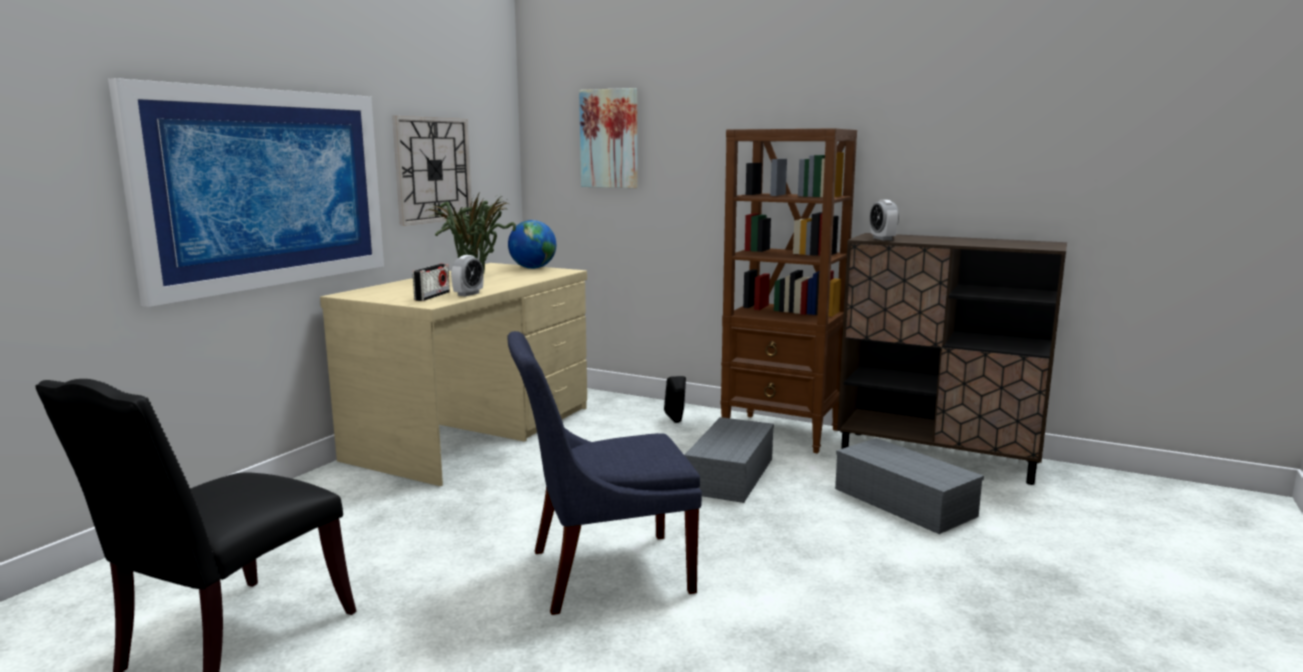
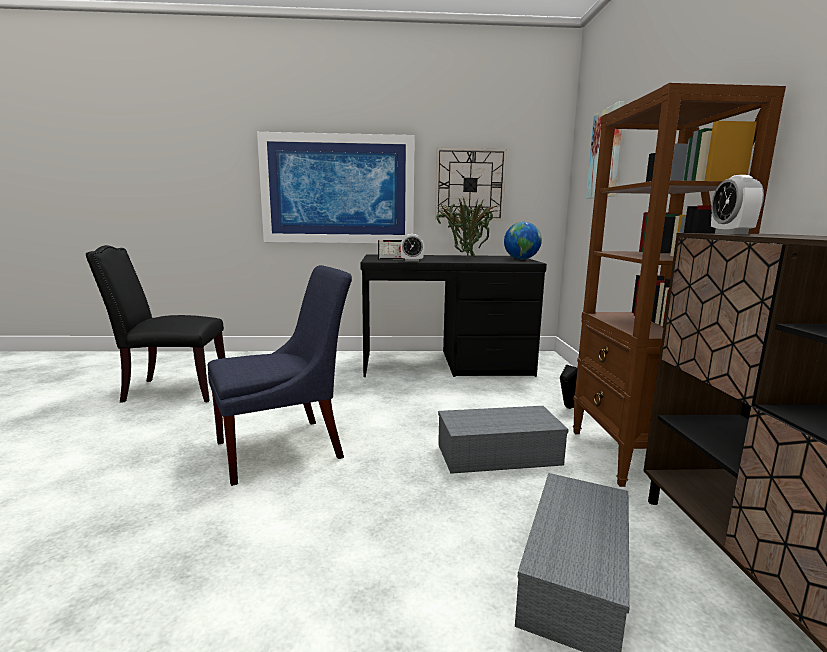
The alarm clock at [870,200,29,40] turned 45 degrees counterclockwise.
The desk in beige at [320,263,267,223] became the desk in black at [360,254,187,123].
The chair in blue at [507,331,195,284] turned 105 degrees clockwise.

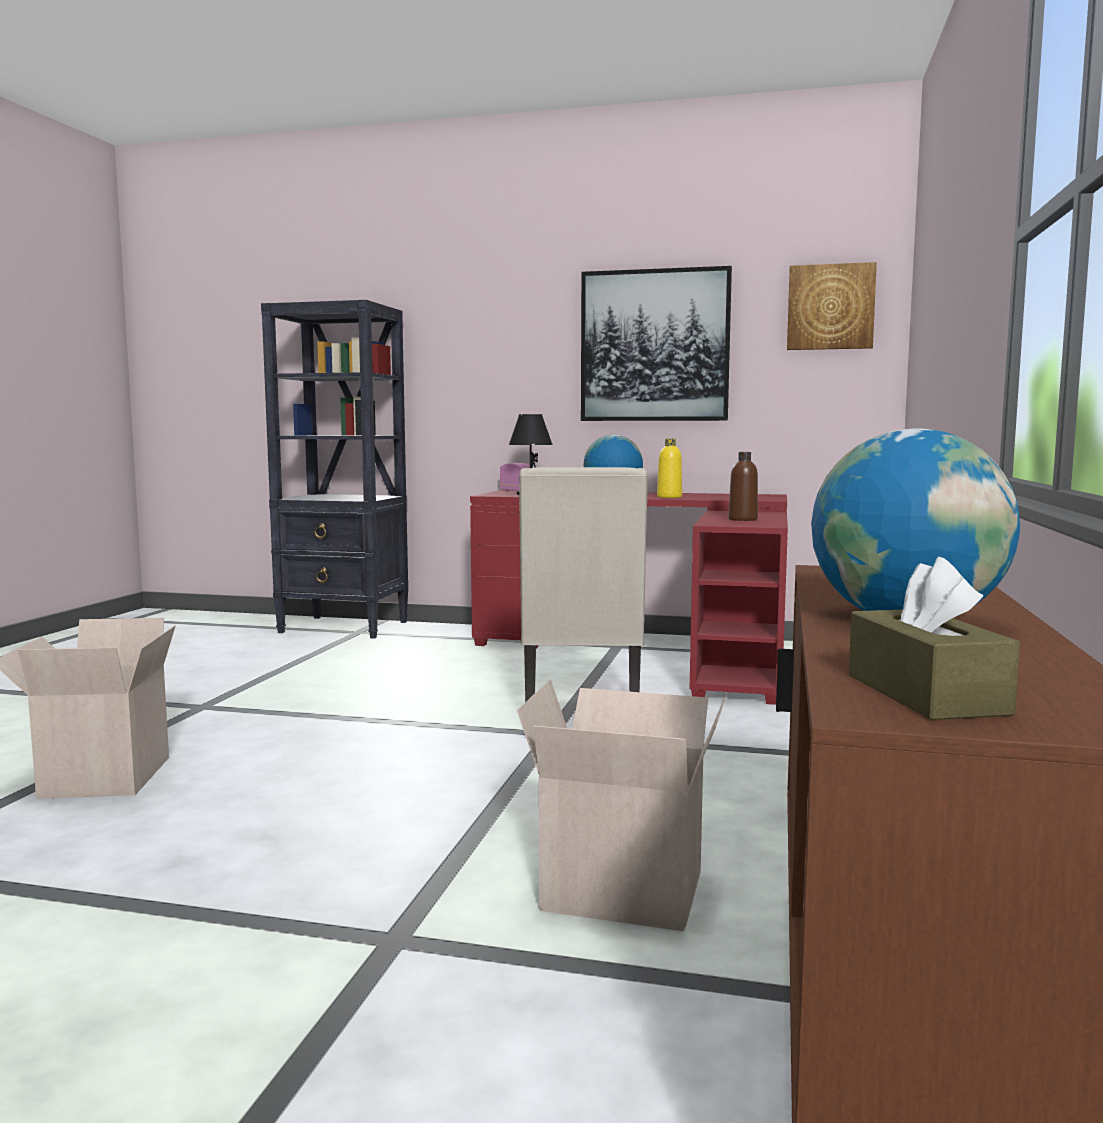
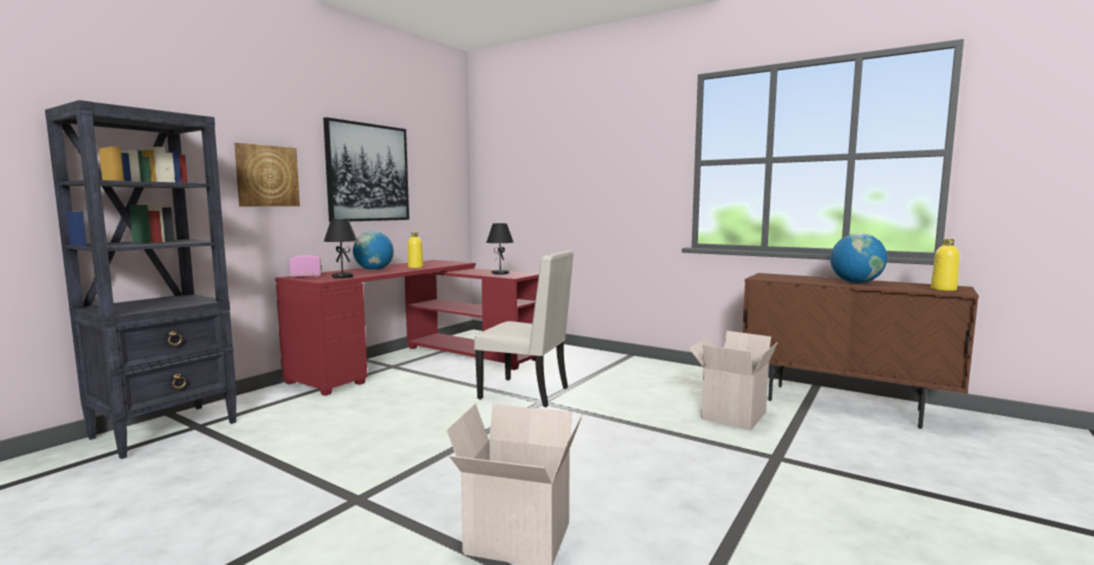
The picture moved from [787,262,90,88] to [234,143,66,63].
The bottle in brown at [728,452,30,69] was replaced by the table lamp in black at [486,223,28,51].
The tissue box in brown at [849,557,171,163] was replaced by the bottle in yellow at [931,239,28,52].

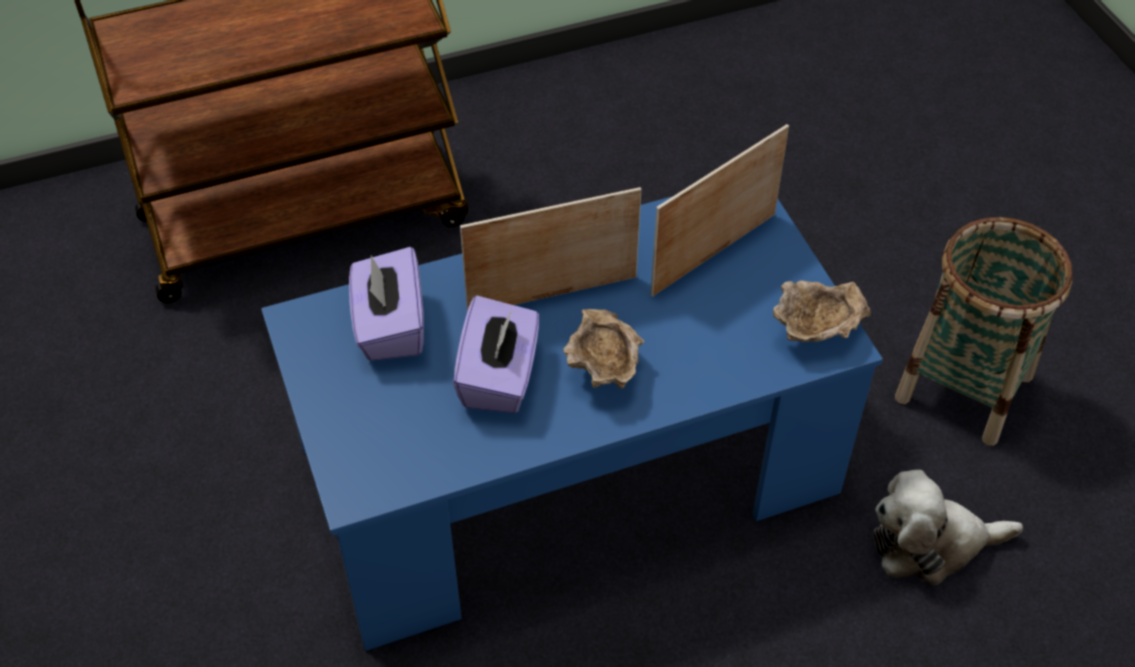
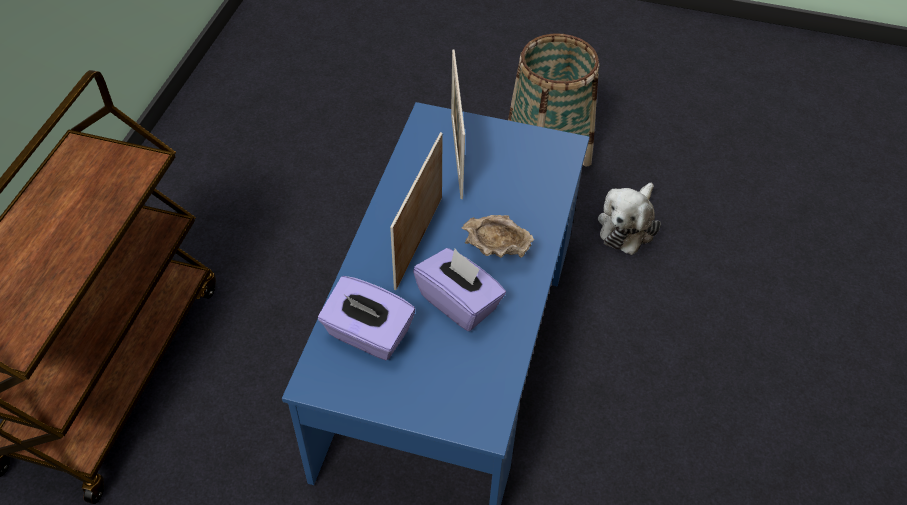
The bowl in beige at [773,280,98,62] disappeared.

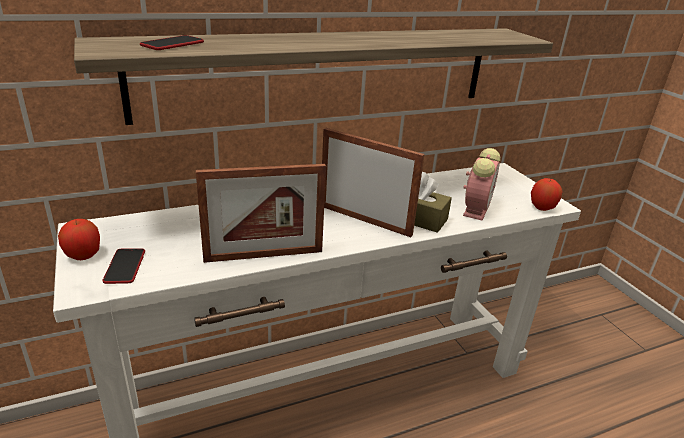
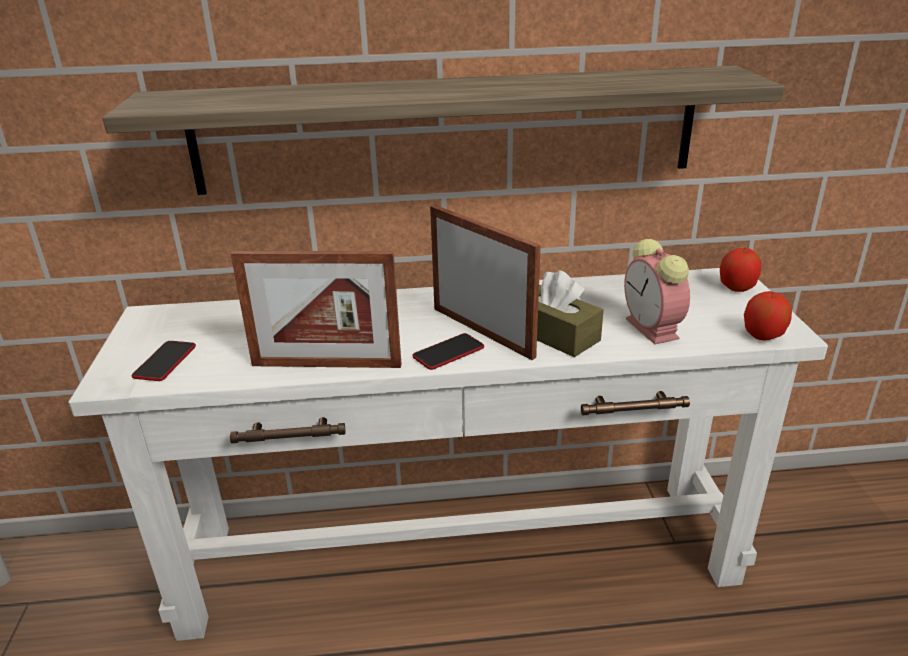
The phone moved from [140,35,64,15] to [412,333,72,37].
The alarm clock at [463,148,37,73] turned 120 degrees clockwise.
The apple moved from [58,219,42,41] to [720,248,41,44].

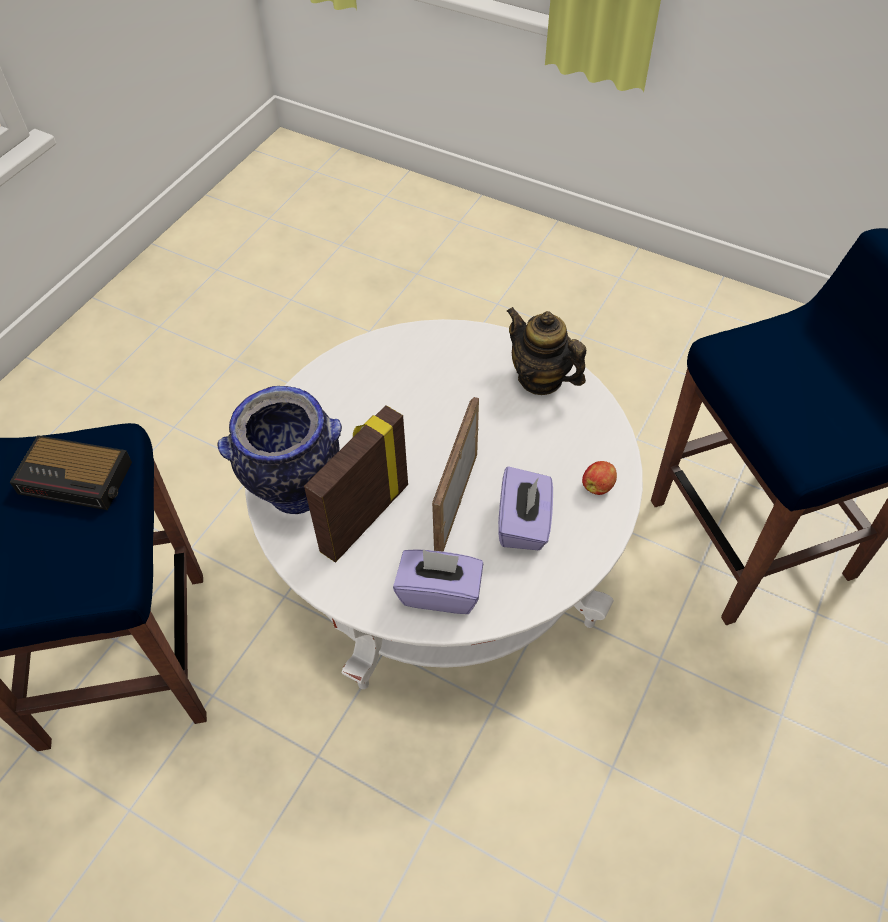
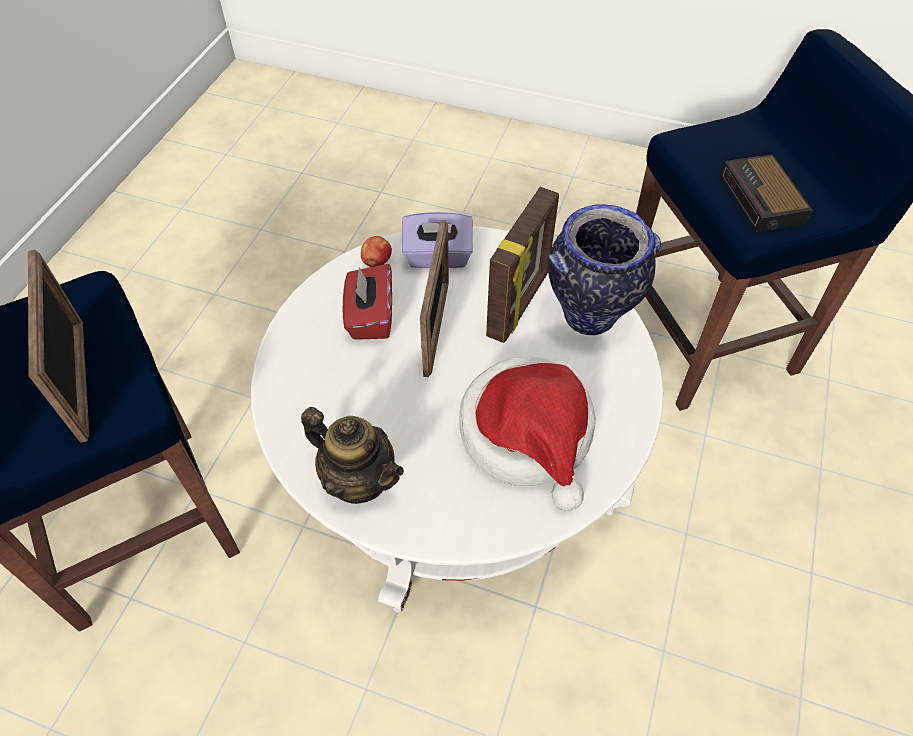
The alarm clock at [10,435,122,75] turned 105 degrees counterclockwise.
The apple moved from [582,461,35,34] to [361,236,31,31].
The tissue box in purple at [498,466,55,84] became the tissue box in red at [343,264,49,76].
The picture frame at [28,249,61,194] appeared.
The hat at [459,357,137,154] appeared.

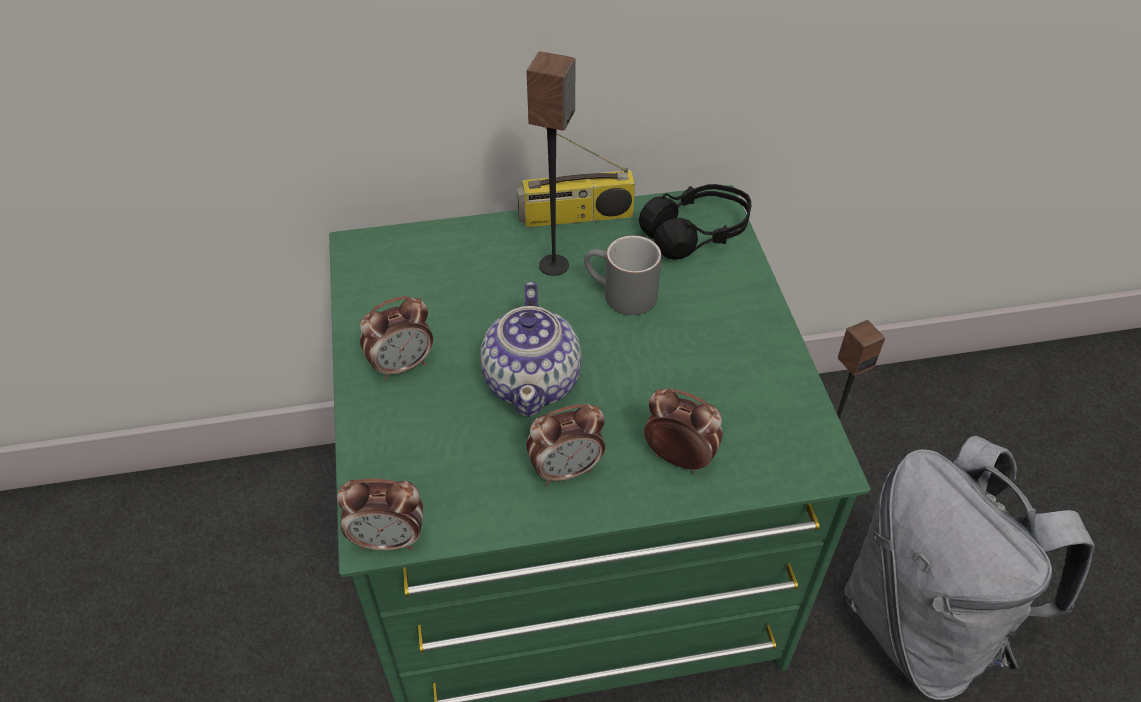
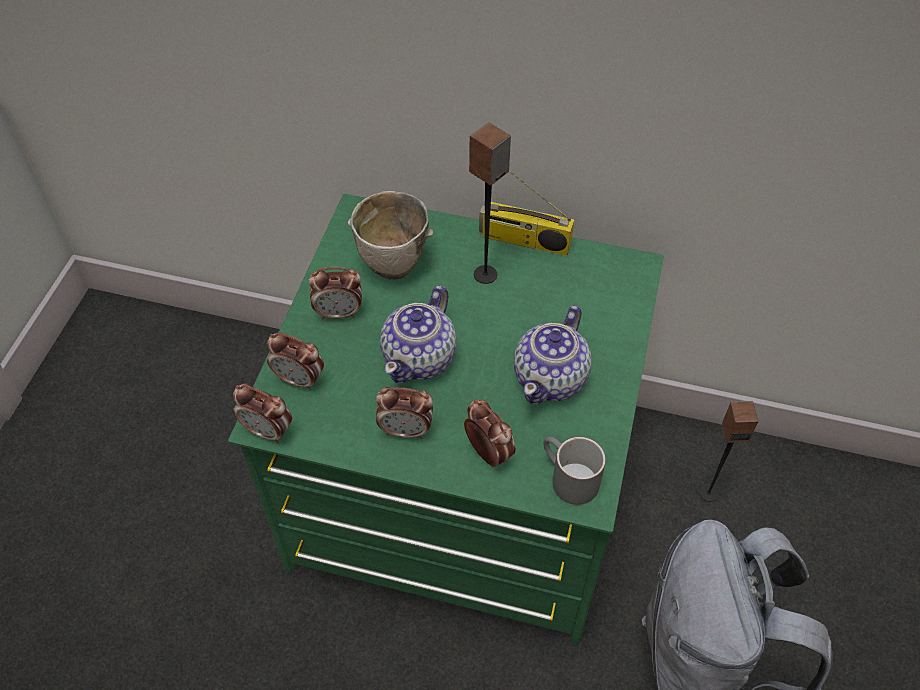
The headphones in black at [639,184,112,76] disappeared.
The mug in grey moved from [584,235,78,80] to [543,437,63,68].
The bowl at [348,191,85,89] appeared.
The teapot at [514,306,78,98] appeared.
The alarm clock at [267,333,57,58] appeared.

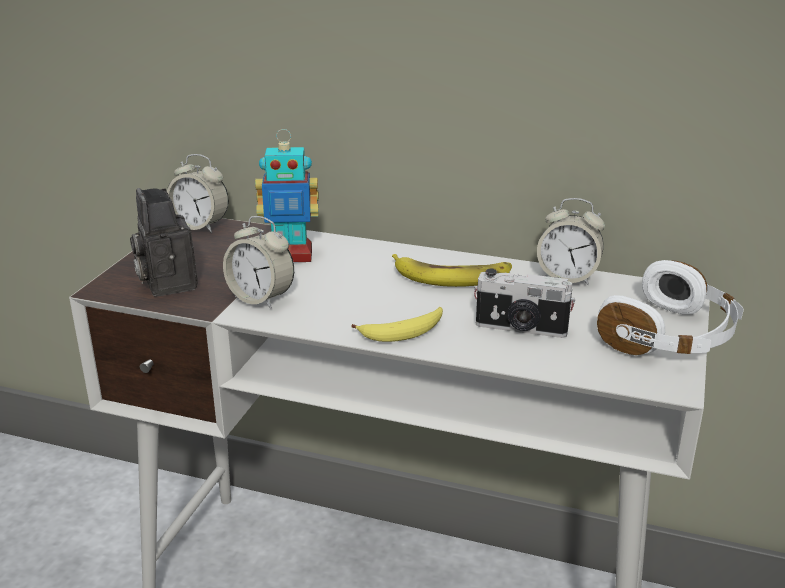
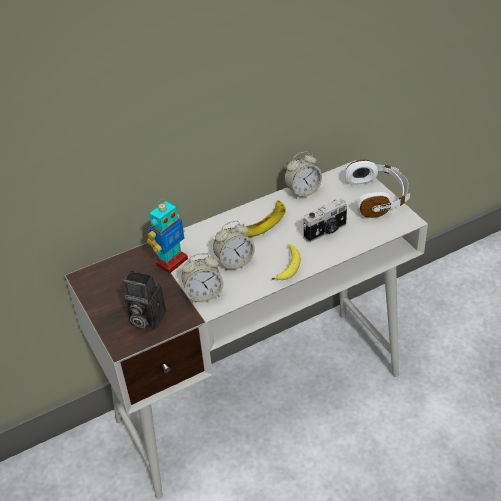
The alarm clock moved from [167,154,62,79] to [213,221,42,50].

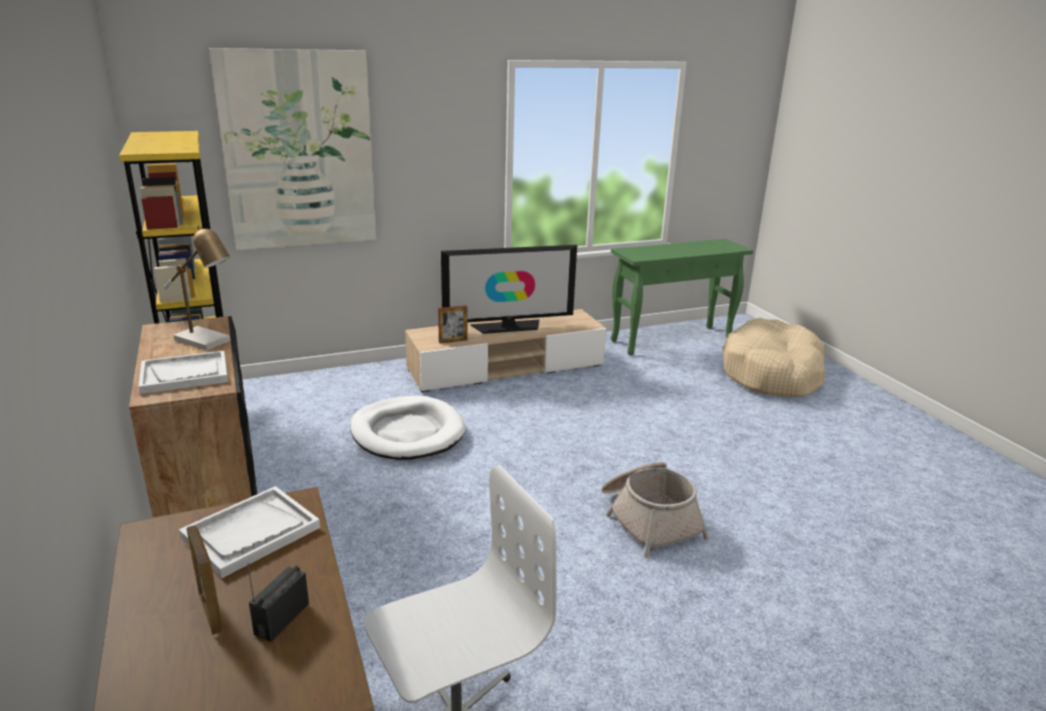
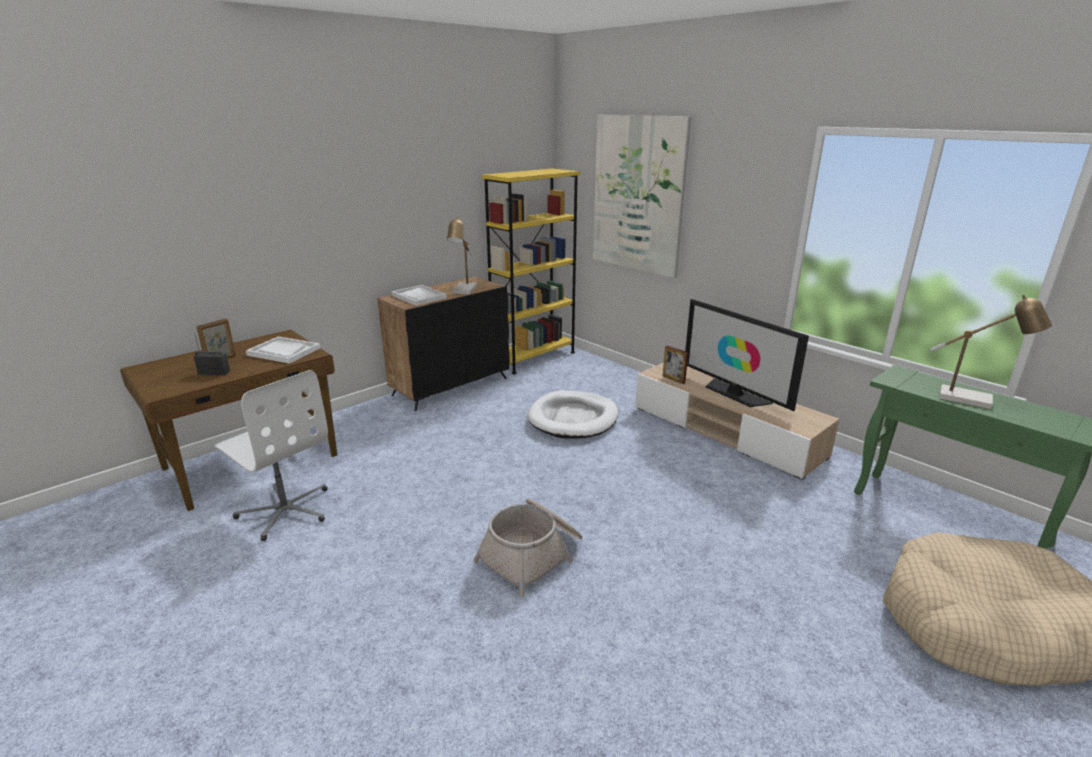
The table lamp at [930,295,122,114] appeared.

